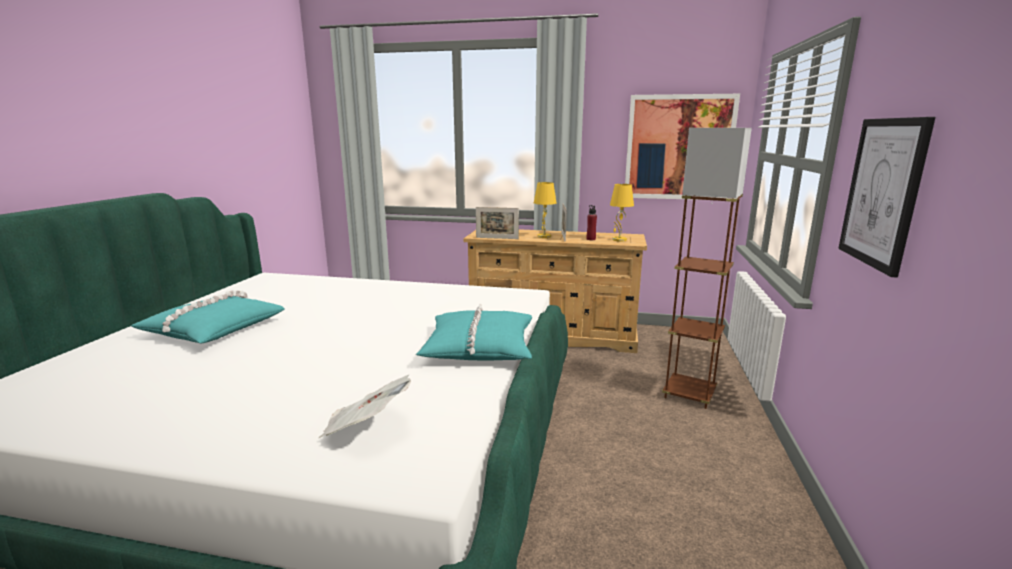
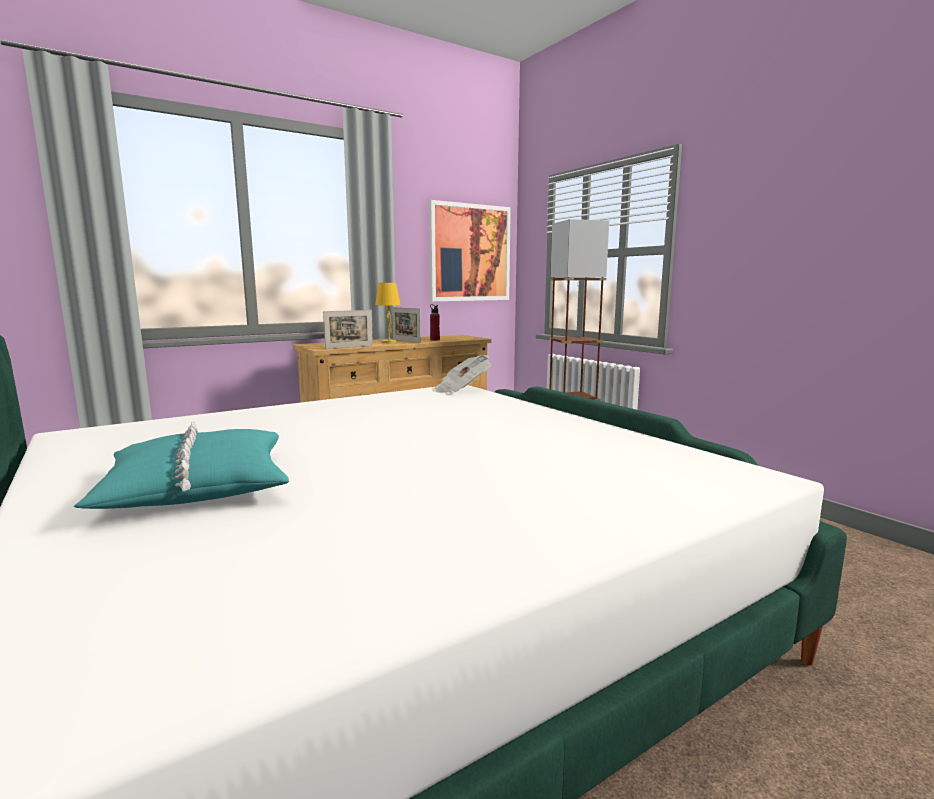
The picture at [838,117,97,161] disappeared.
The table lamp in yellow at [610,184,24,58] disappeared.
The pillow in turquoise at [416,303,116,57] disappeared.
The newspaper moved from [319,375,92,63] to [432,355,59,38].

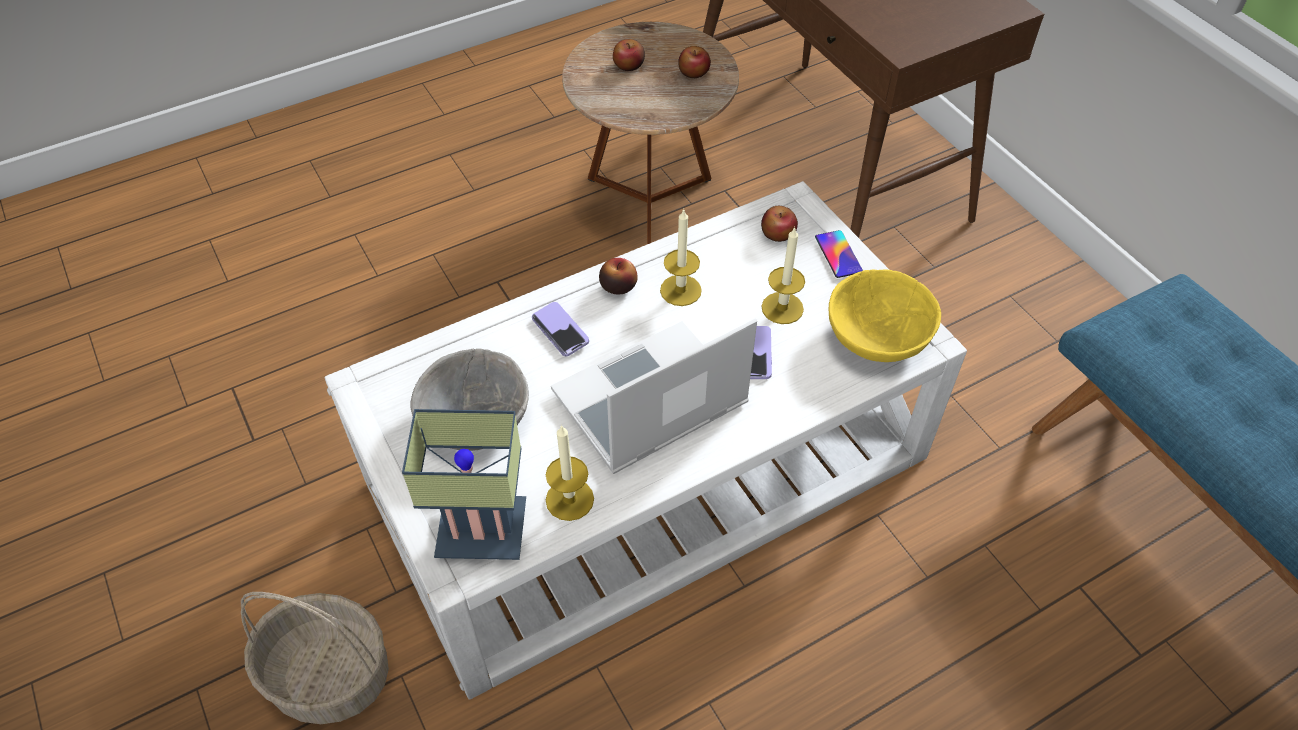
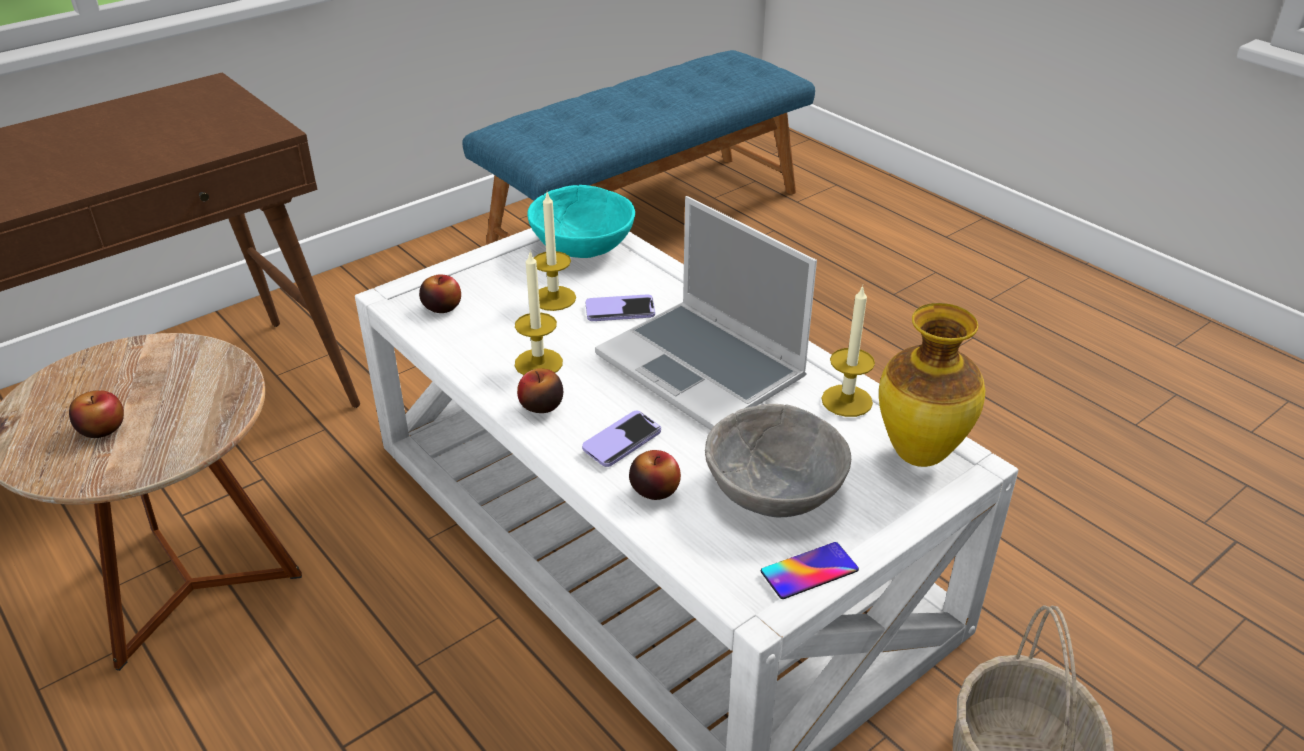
The apple moved from [678,46,33,32] to [629,450,52,50].
The phone moved from [815,230,48,48] to [761,542,98,57].
The bowl in yellow at [829,270,112,92] became the bowl in turquoise at [527,185,108,73].
The table lamp at [402,409,124,151] was replaced by the vase at [879,303,106,164].

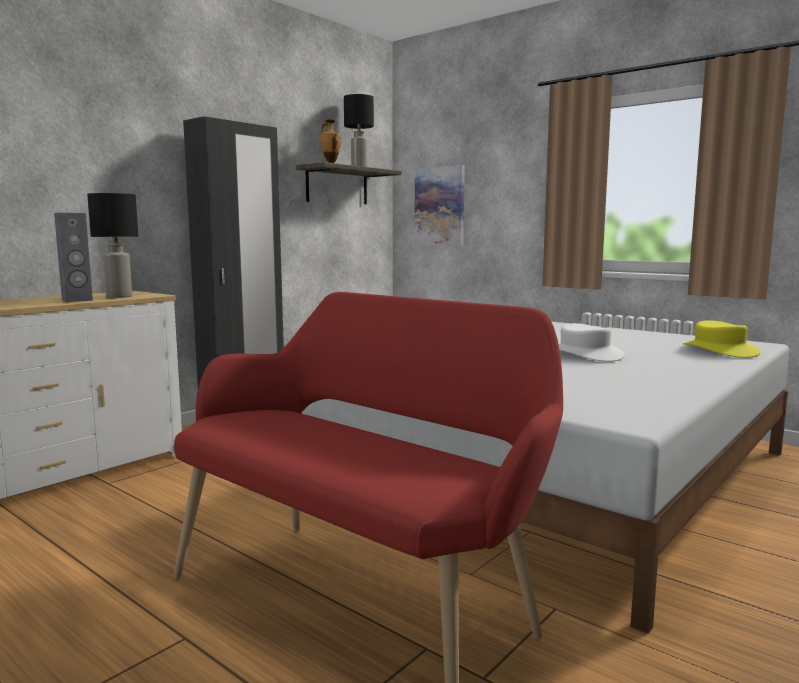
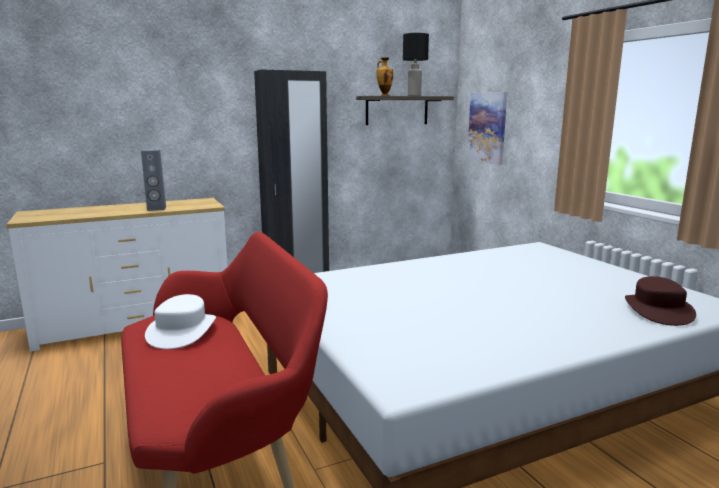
The table lamp in black at [87,193,51,105] disappeared.
The hat in yellow at [683,320,78,38] became the hat in brown at [625,276,71,50].
The hat in white moved from [559,323,65,39] to [145,294,71,55].

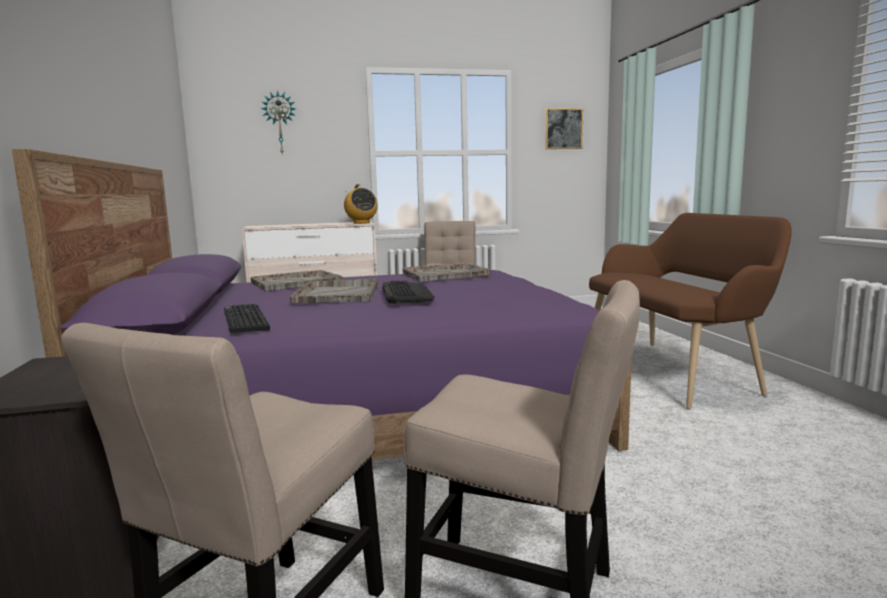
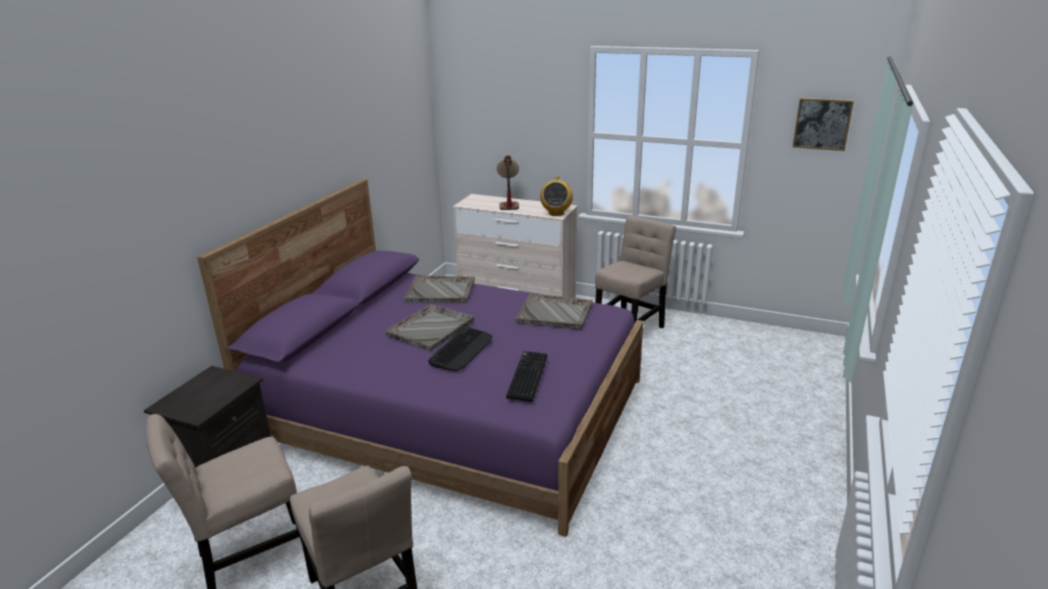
The wall clock at [261,90,35,64] disappeared.
The bench in brown at [589,213,202,197] disappeared.
The keyboard moved from [224,304,46,29] to [506,351,41,51].
The table lamp at [497,155,22,55] appeared.

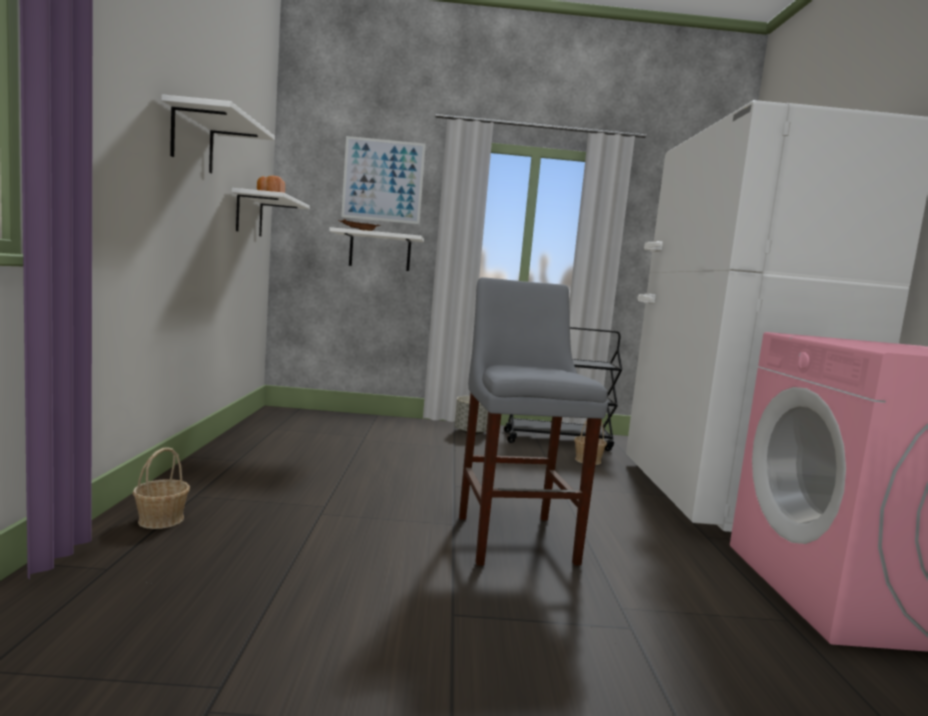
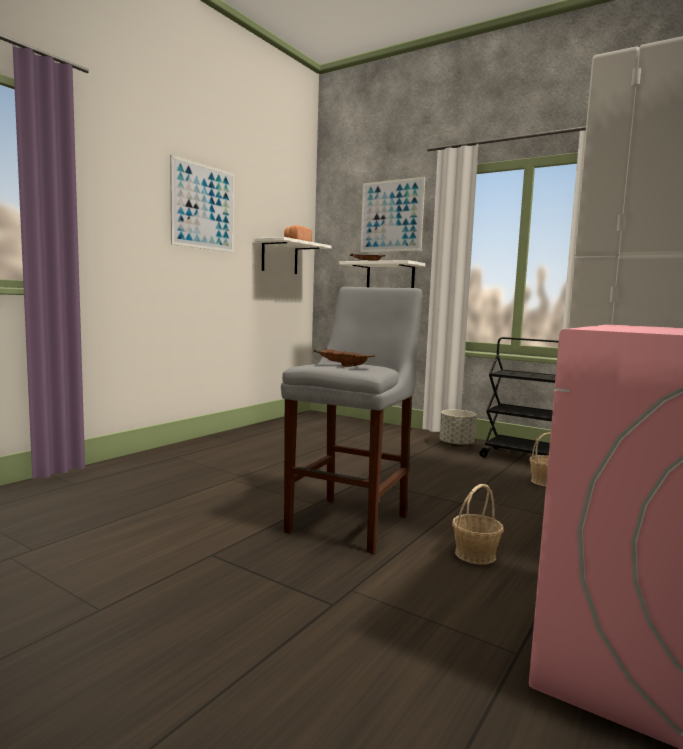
The shelf in white at [161,94,114,79] was replaced by the picture at [170,155,64,98].
The basket moved from [133,447,57,82] to [452,484,51,81].
The tray in brown at [314,349,61,18] appeared.

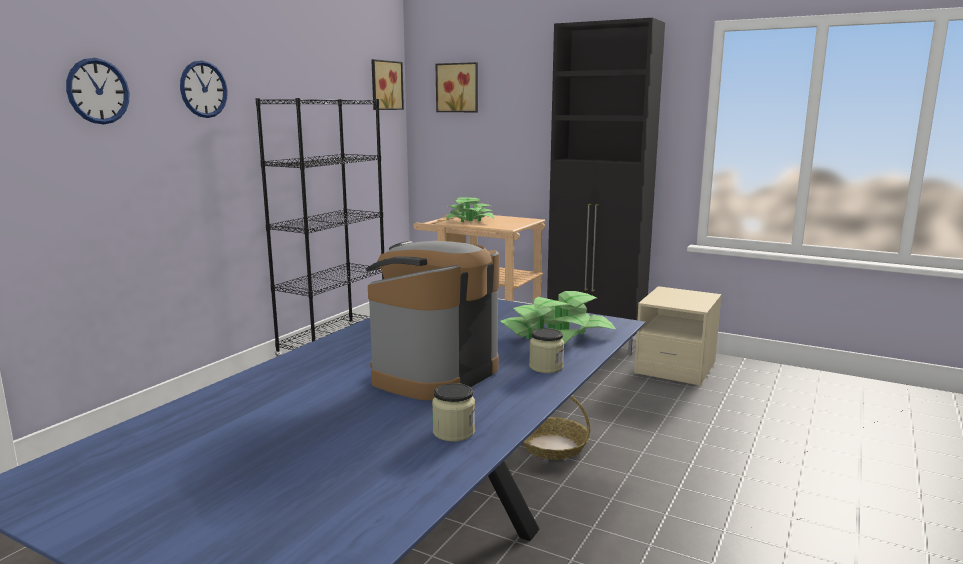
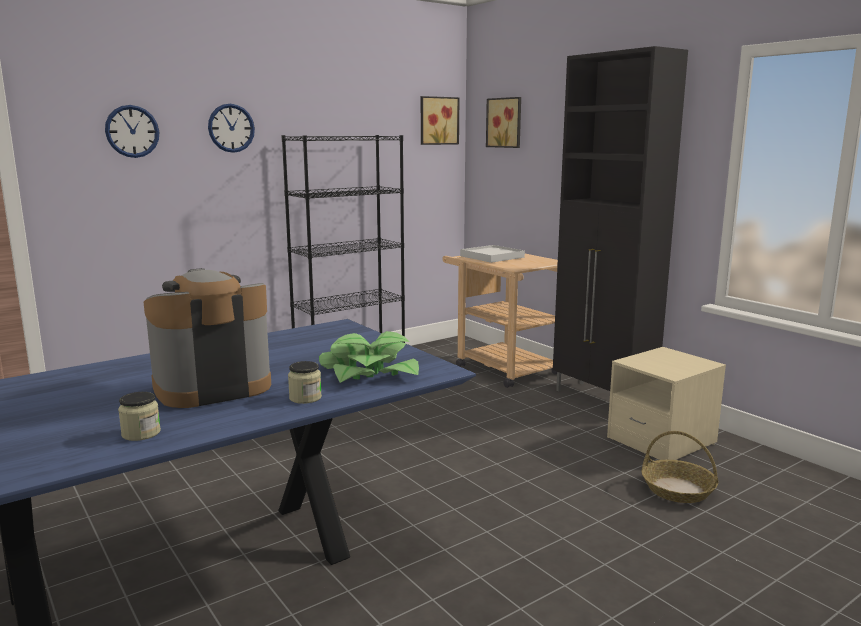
The potted plant at [446,198,49,24] was replaced by the tray in white at [460,245,65,18].
The basket moved from [523,396,67,64] to [641,431,78,72].

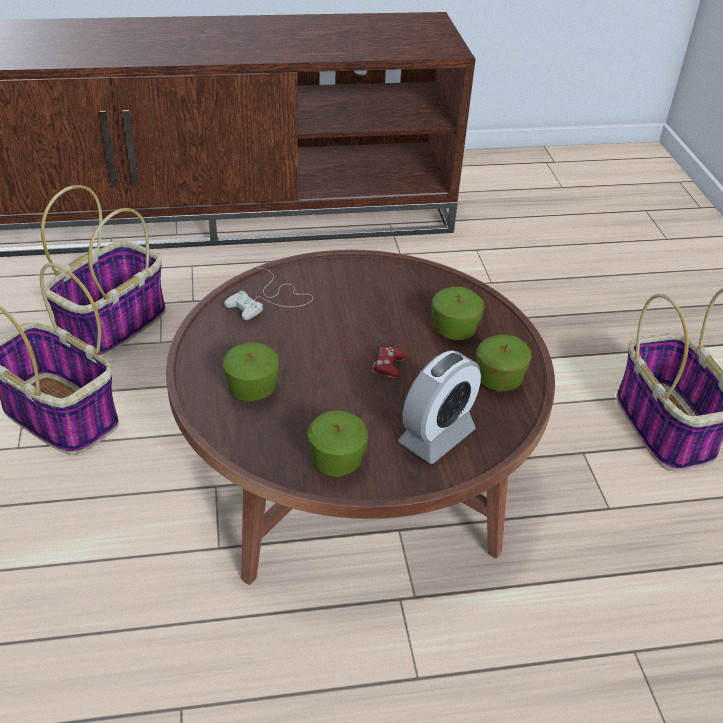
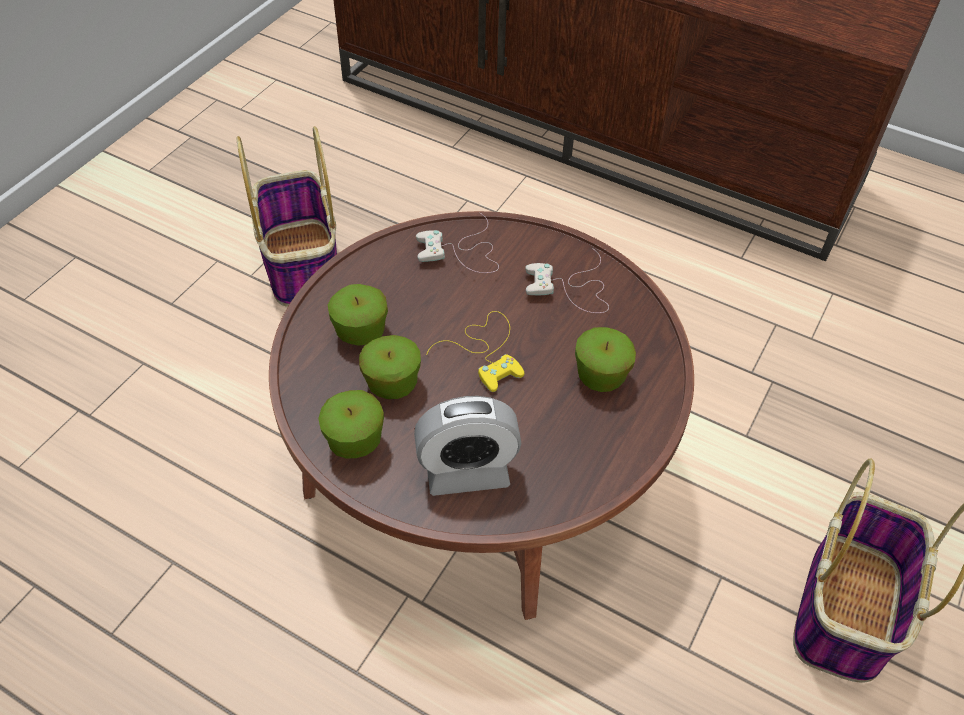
The basket at [41,185,125,172] disappeared.
The game controller in red at [321,325,86,53] became the game controller in yellow at [426,311,98,81].
The apple moved from [476,335,55,56] to [359,335,62,64].
The game controller in white at [525,249,84,64] appeared.

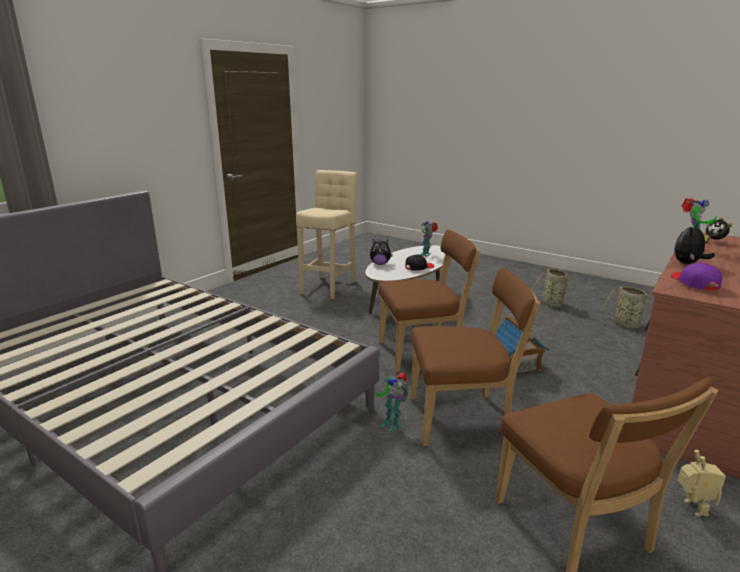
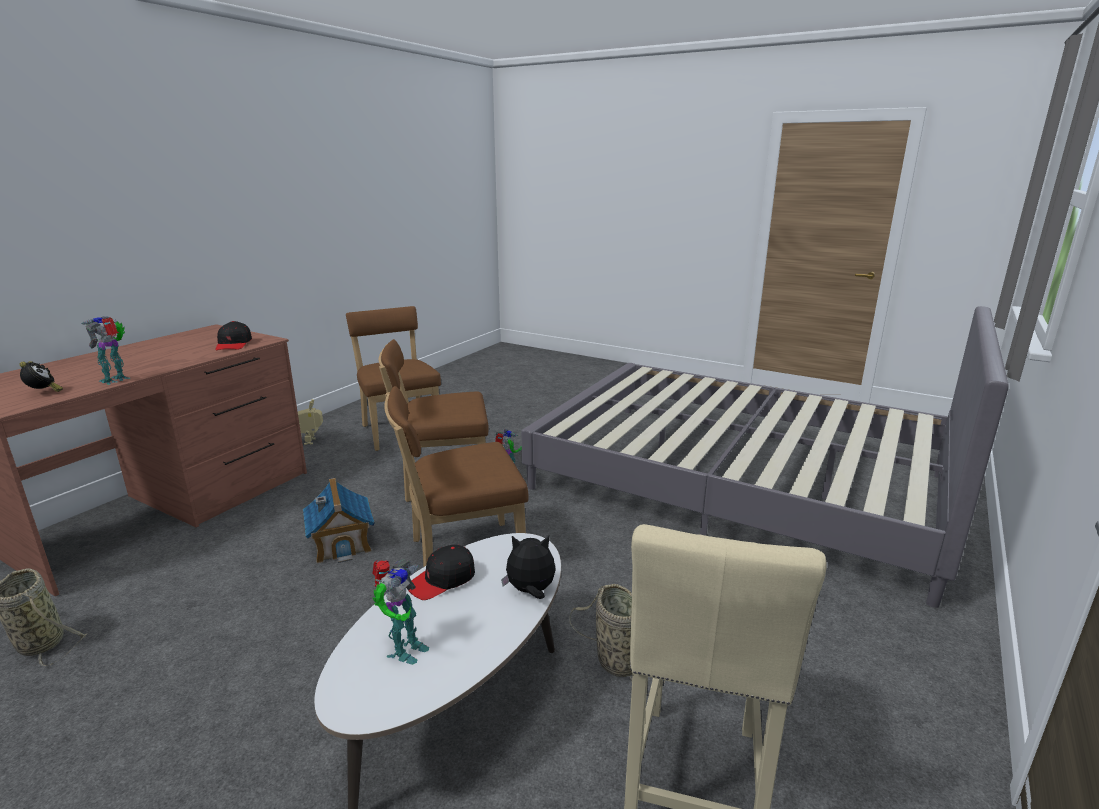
The plush toy at [674,224,41,40] disappeared.
The cap in purple at [670,263,53,27] became the cap in black at [216,321,36,29].
The basket moved from [531,268,51,44] to [569,584,96,110].

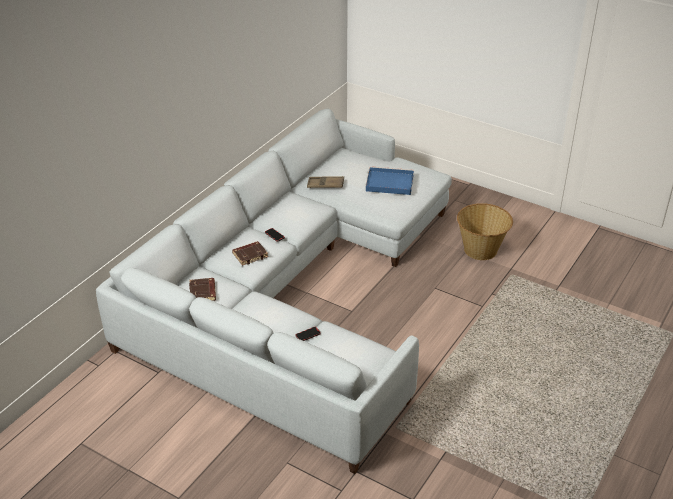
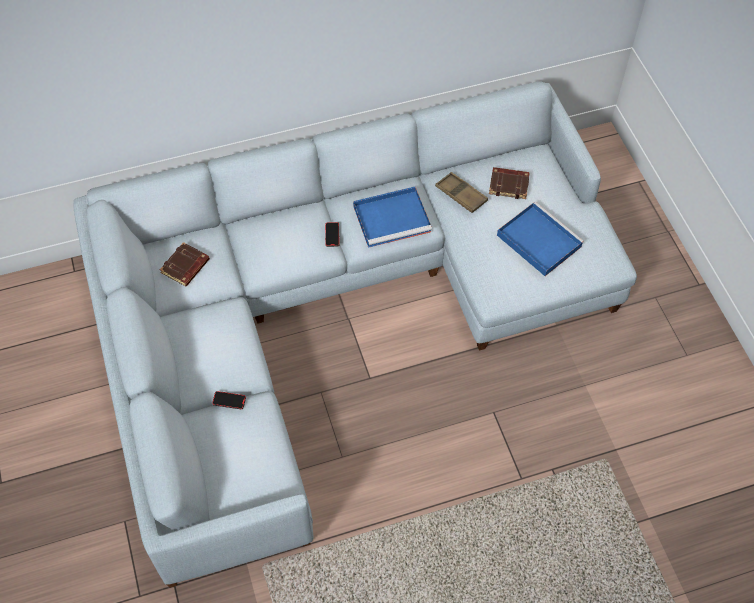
The basket at [457,203,56,57] disappeared.
The book in brown moved from [232,241,36,25] to [489,167,41,32].
The tray in blue at [353,187,79,61] appeared.

